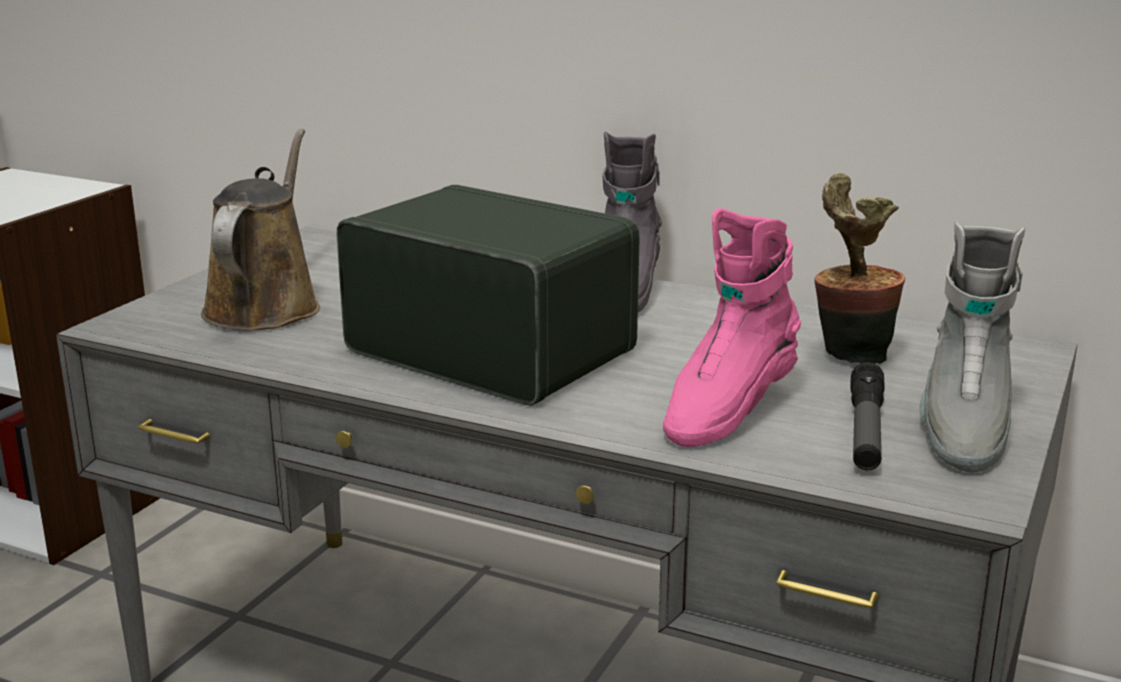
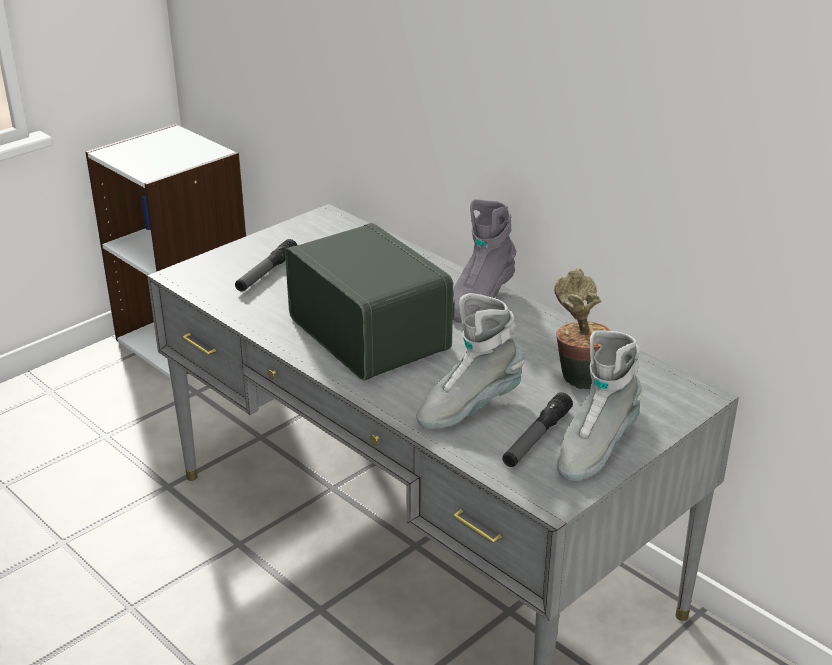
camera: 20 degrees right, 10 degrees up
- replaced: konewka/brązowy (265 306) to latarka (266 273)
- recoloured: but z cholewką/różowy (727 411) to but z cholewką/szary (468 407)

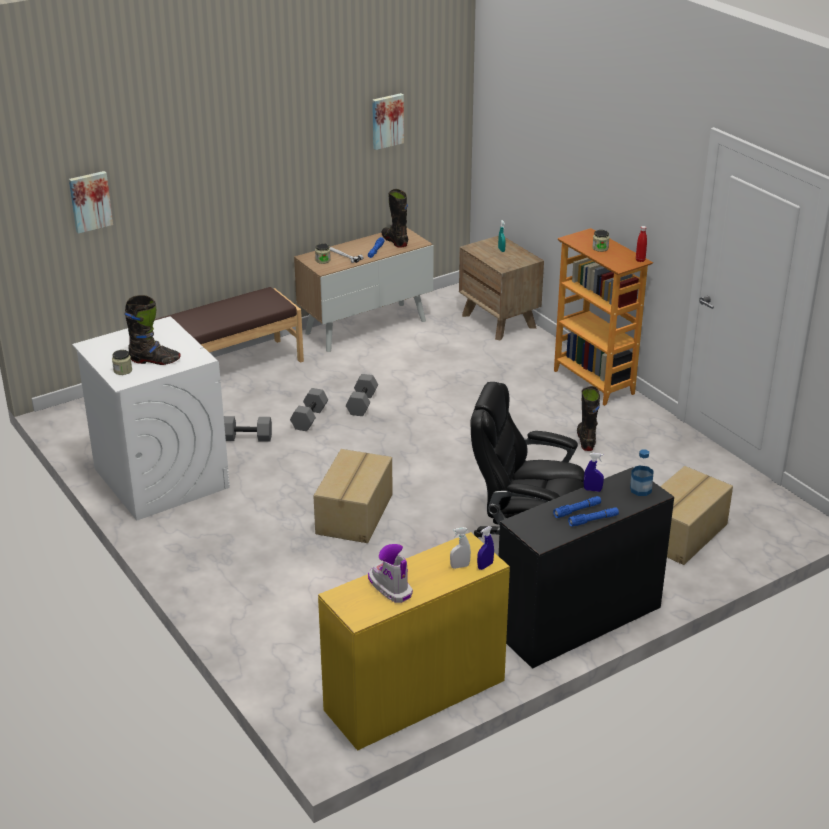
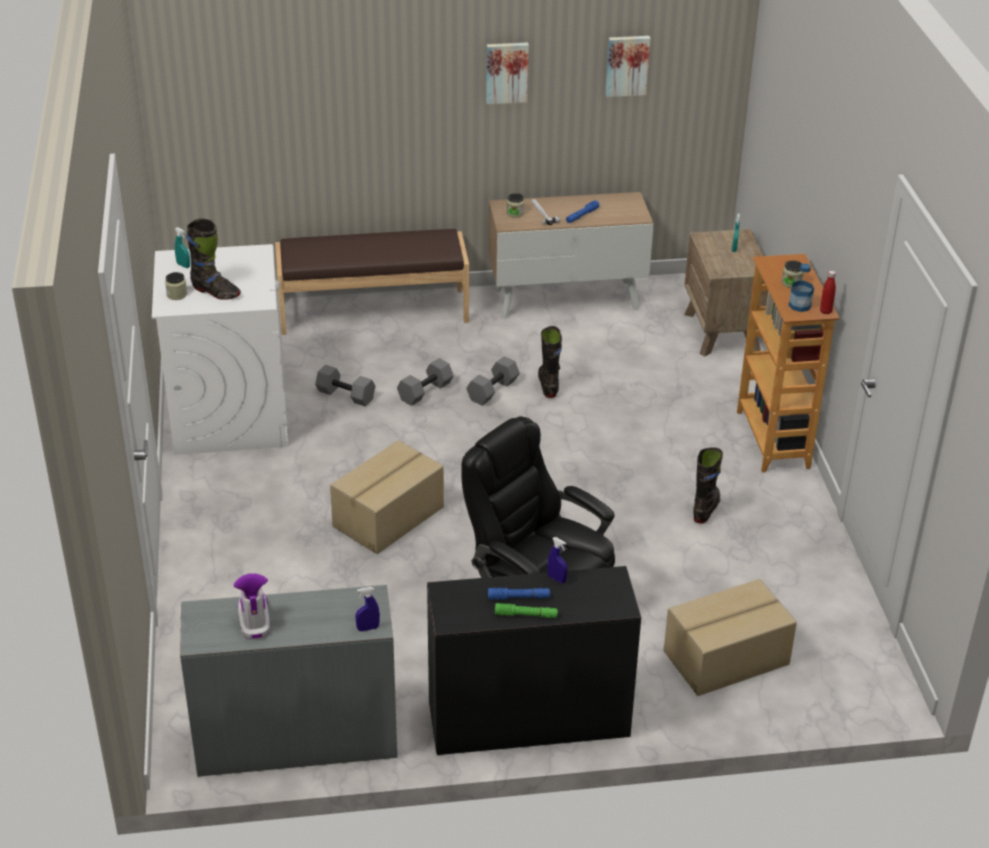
camera: 25 degrees right, 5 degrees up
- moved: obraz (90 201) to (506 72)
- recoloured: biurko/żółty (413 694) to biurko/szary (295 738)
- moved: but z cholewką/czarny (395 241) to (548 385)
- removed: spryskiwacz/biały (460 566)
- recoloured: latarka/niebieski (593 520) to latarka/zielony (526 615)
- moved: butelka (640 489) to (799 305)
- added: spryskiwacz/turkusowy (183 265)

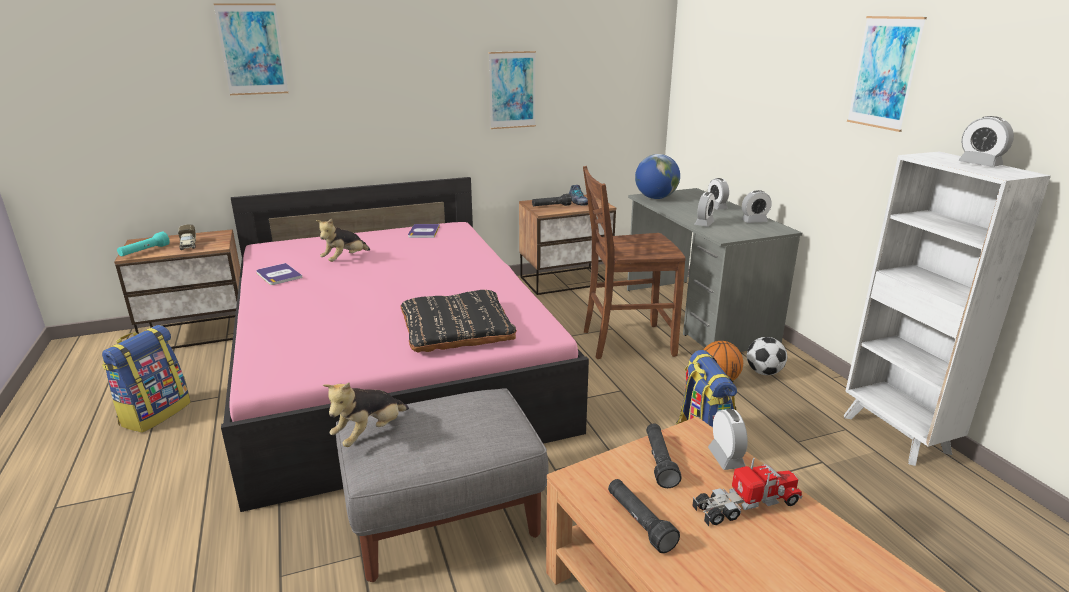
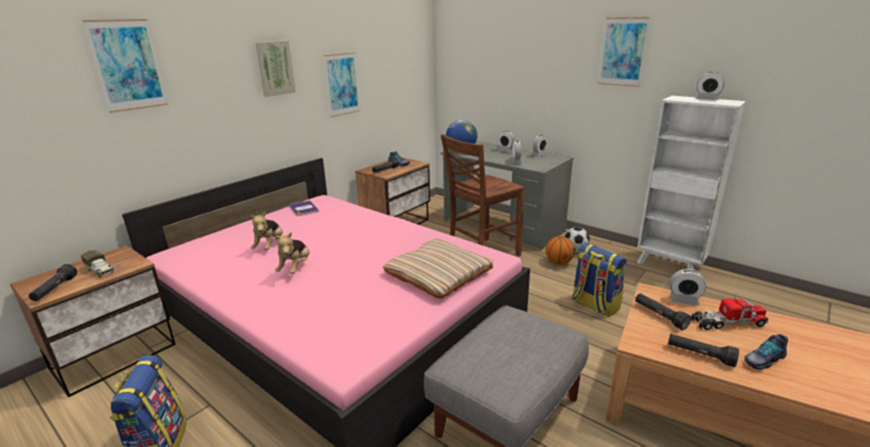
camera: 30 degrees left, 0 degrees up
- recoloured: latarka/turkusowy (144 251) to latarka/czarny (55 289)
- removed: książka (278 275)
- moved: pluszak (370 433) to (295 268)
- recoloured: poduszka/czarny (457 329) to poduszka/beżowy (438 273)
- turned: ciężarówka zabawkowa (746 505) = (727 323) 45 degrees clockwise
- turned: budzik (726 458) = (684 300) 150 degrees clockwise
- added: obraz (274 68)
- added: but (763 359)

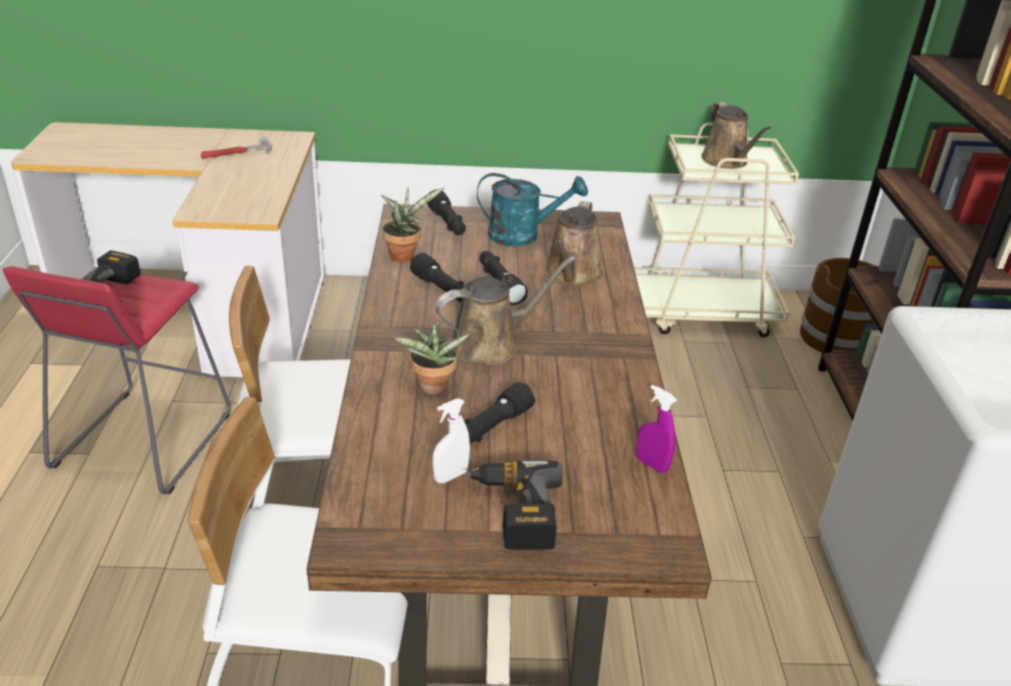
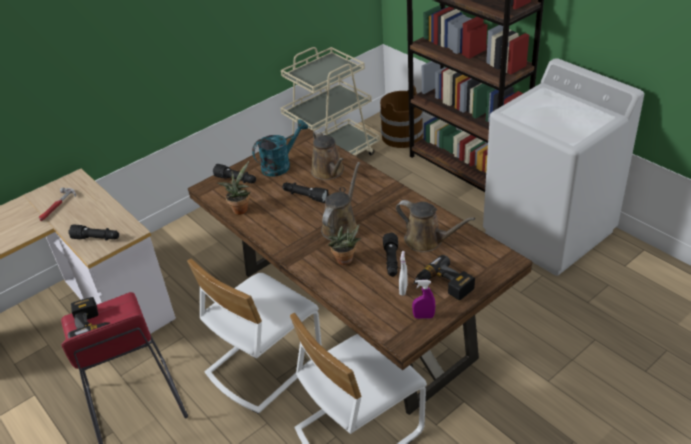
camera: 35 degrees left, 5 degrees up
- moved: latarka/czarny (442 290) to (97 238)
- moved: spryskiwacz/fioletowy (651 465) to (423 316)
- moved: konewka/brązowy (727 161) to (427 241)

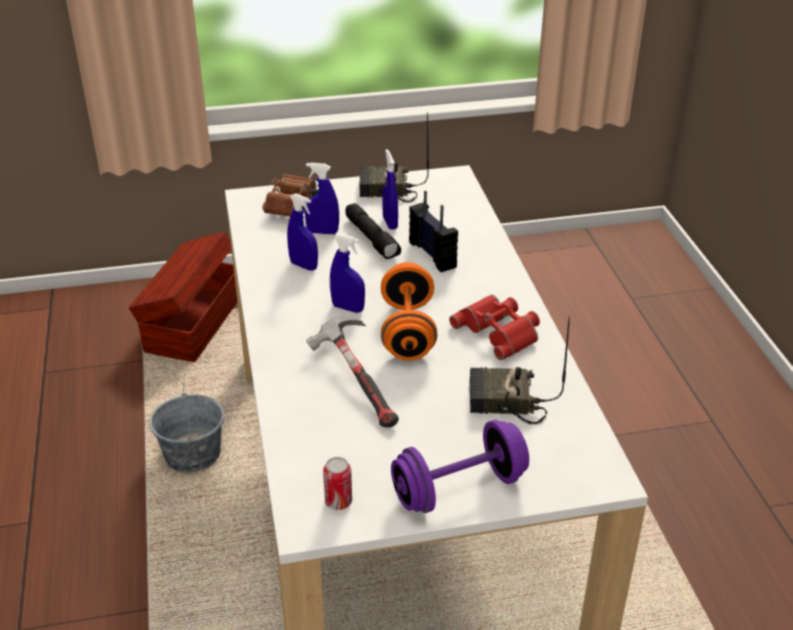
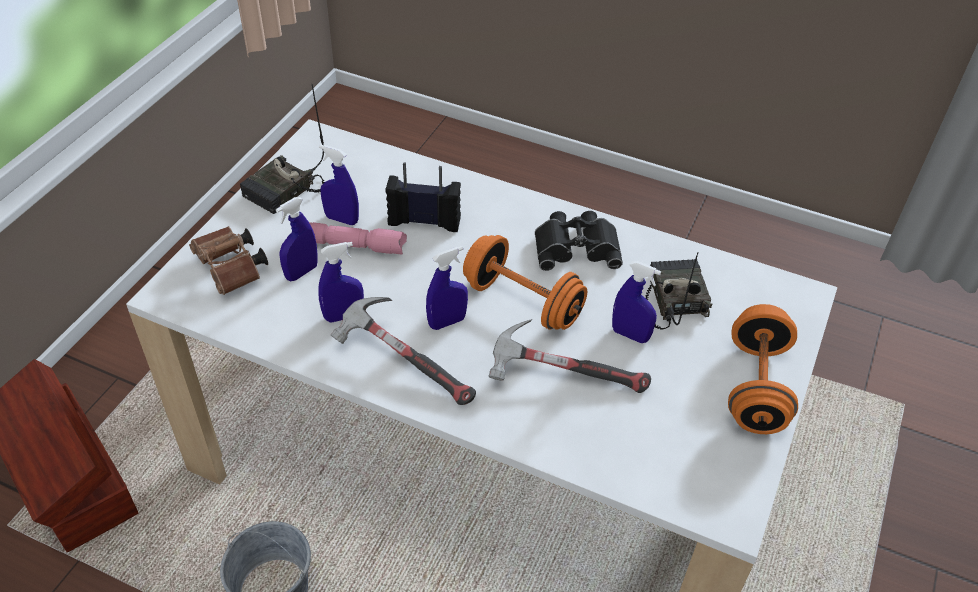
camera: 55 degrees left, 10 degrees up
- removed: puszka (338 502)
- recoloured: latarka/czarny (372 239) to latarka/różowy (354 245)
- recoloured: hantel/fioletowy (459 488) to hantel/pomarańczowy (756 387)
- recoloured: lornetka/czerwony (500 331) to lornetka/czarny (576 246)
- turned: radio (504 403) = (672 299) 135 degrees clockwise
- added: młotek (404 363)
- added: spryskiwacz/niebieski (630 335)

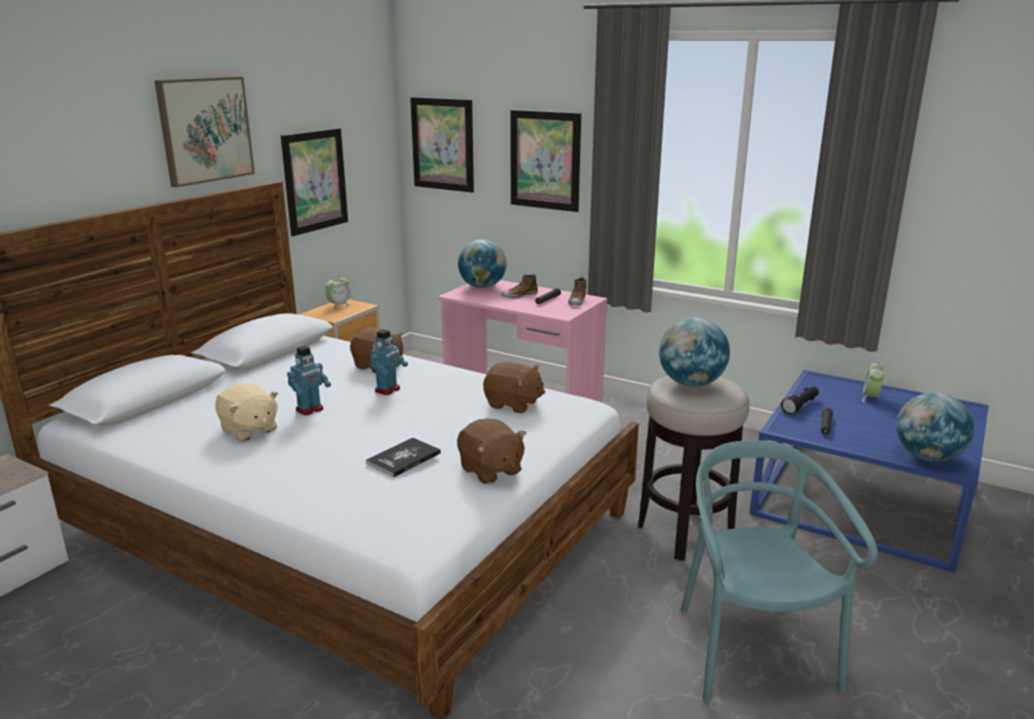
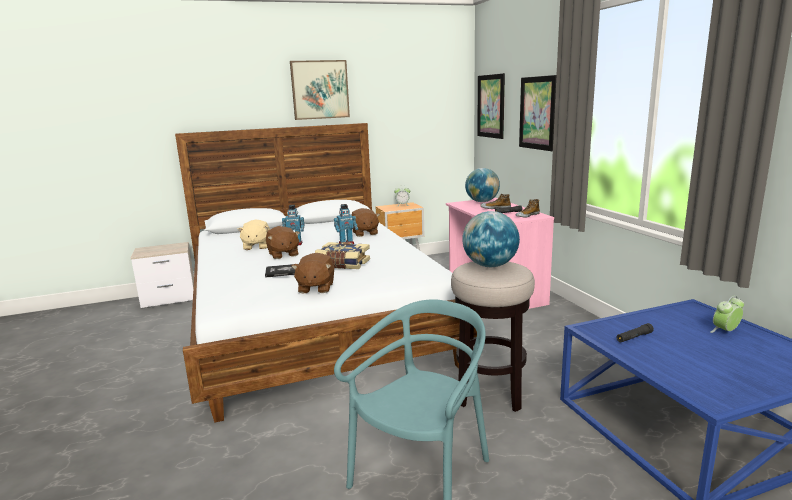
camera: 40 degrees right, 5 degrees down
- removed: obraz (315 181)
- moved: pluszak/brązowy (513 404) to (283 254)
- removed: latarka/czarny (801 405)
- removed: globus (927 457)
- added: książka (342 264)

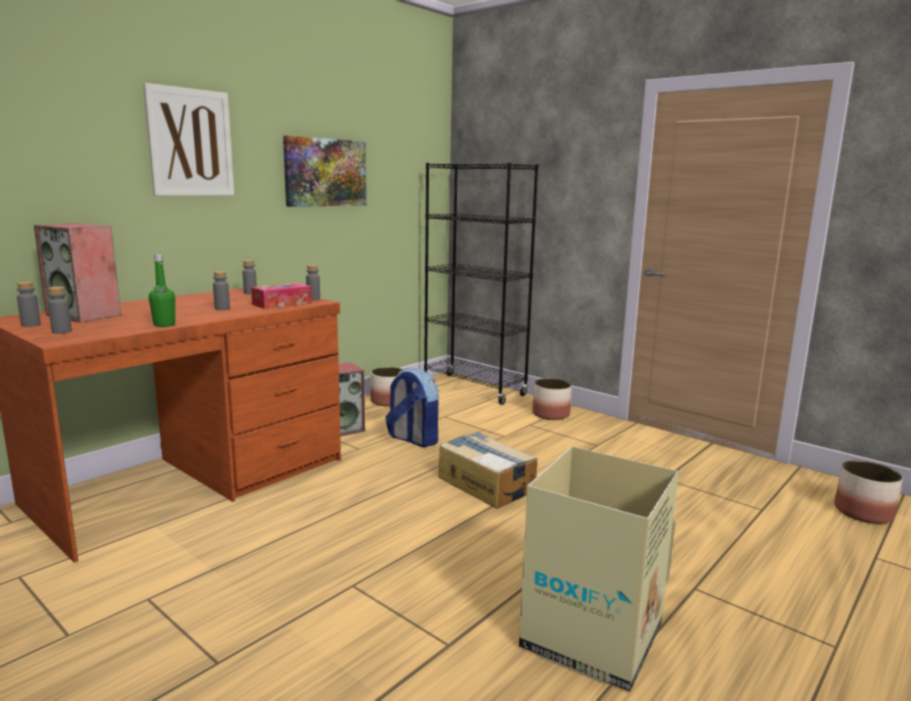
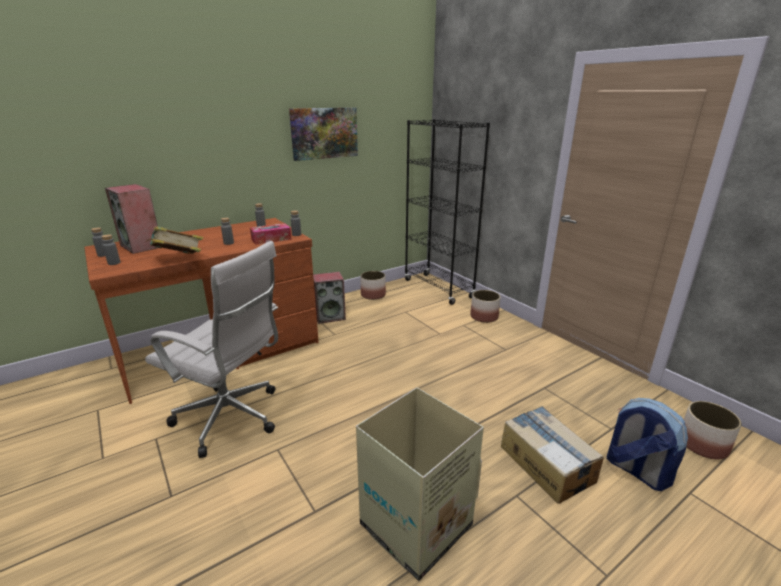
camera: 15 degrees right, 10 degrees up
- removed: obraz (190 143)
- replaced: butelka/zielony (164 325) to książka (178 259)
- moved: plecak (412 439) to (635 470)
- moved: karton (486 484) to (546 463)
- added: krzesło biurowe/biały (232 419)

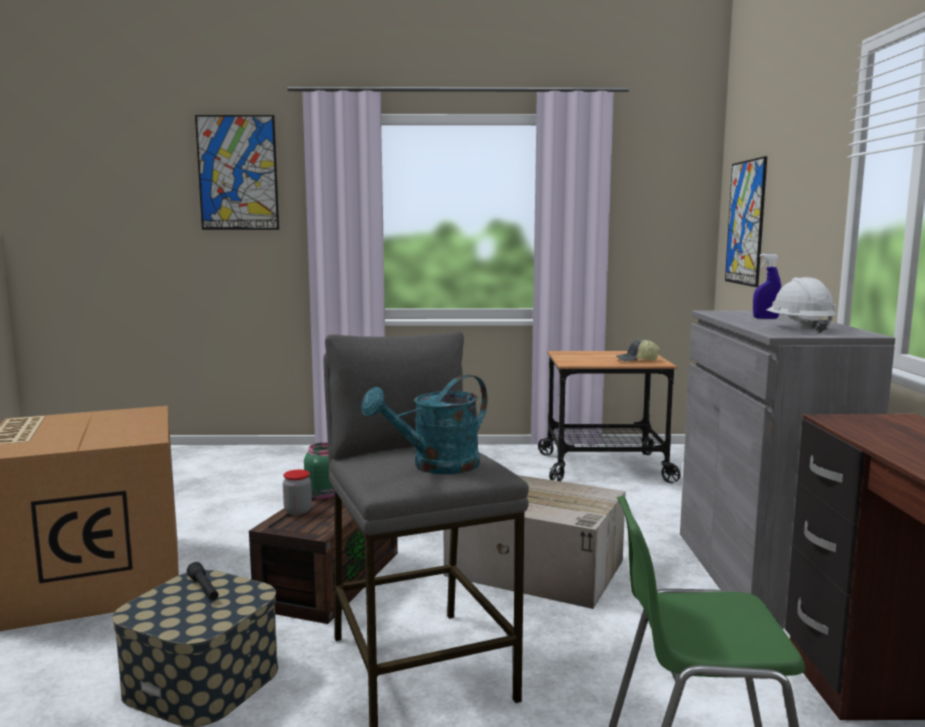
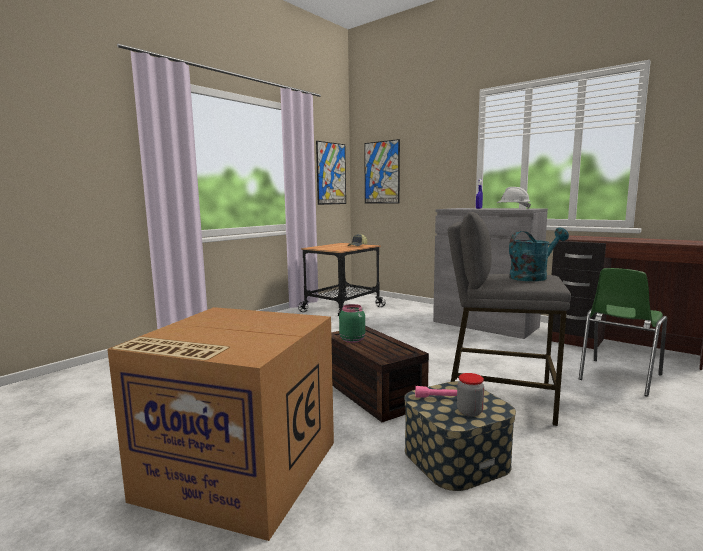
camera: 50 degrees left, 0 degrees up
- recoloured: latarka/czarny (204 589) to latarka/różowy (439 397)
- moved: obraz (238 173) to (331 173)
- moved: słoik (298 511) to (469 412)
- turned: konewka/turkusowy (436 467) = (532 277) 120 degrees counterclockwise
- removed: karton (532 567)

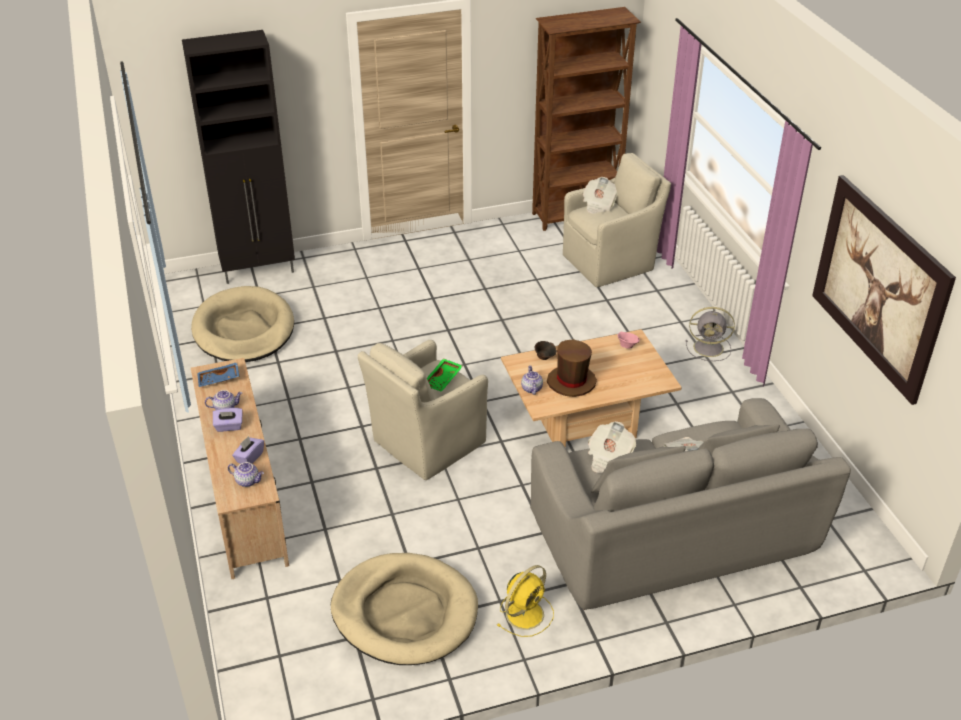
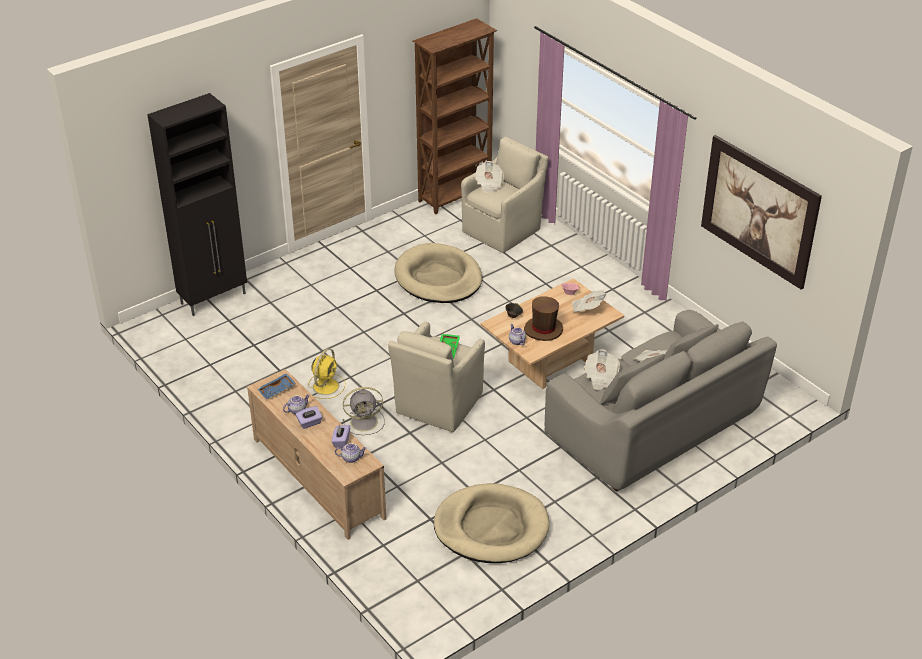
camera: 20 degrees left, 0 degrees up
- moved: legowisko/beżowy (244 330) to (438 278)
- moved: wentylator/żółty (526 613) to (326 385)
- moved: wentylator/szary (709 348) to (365 422)
- added: gazeta (587 308)

